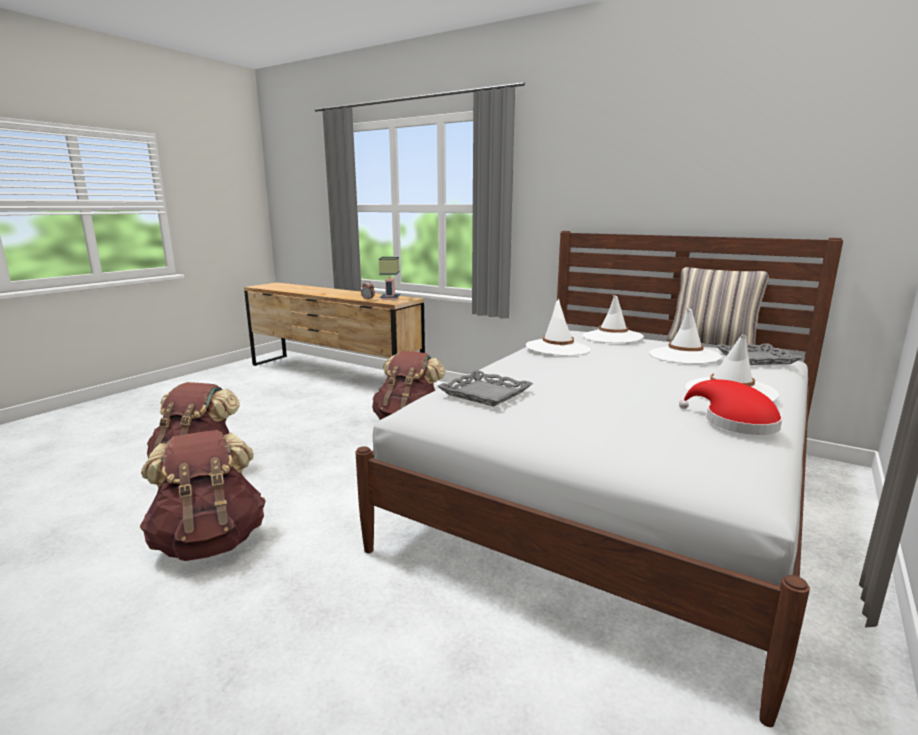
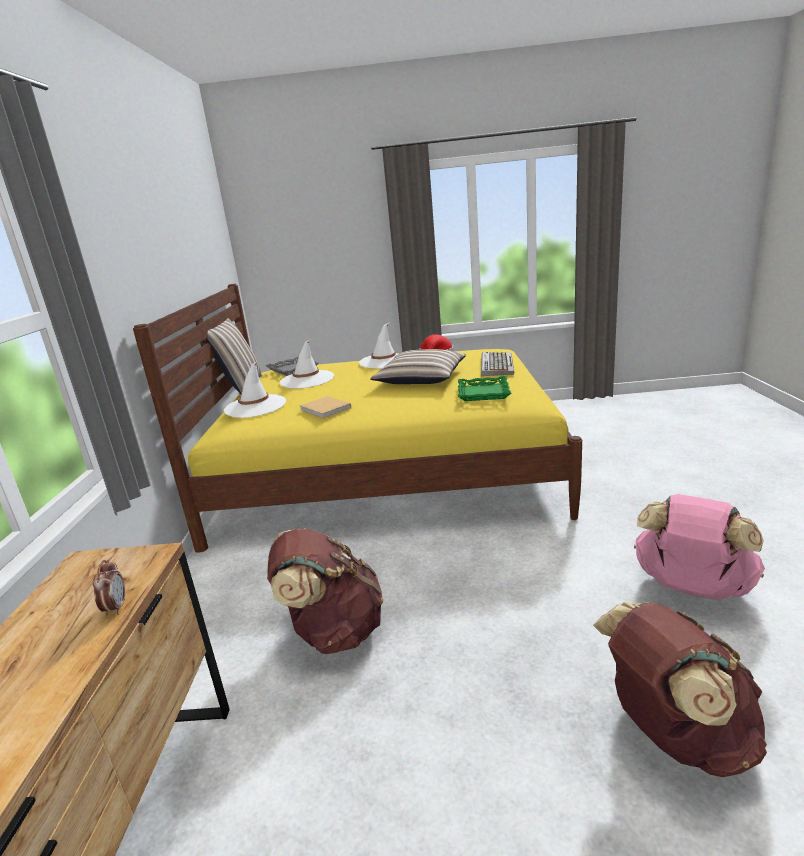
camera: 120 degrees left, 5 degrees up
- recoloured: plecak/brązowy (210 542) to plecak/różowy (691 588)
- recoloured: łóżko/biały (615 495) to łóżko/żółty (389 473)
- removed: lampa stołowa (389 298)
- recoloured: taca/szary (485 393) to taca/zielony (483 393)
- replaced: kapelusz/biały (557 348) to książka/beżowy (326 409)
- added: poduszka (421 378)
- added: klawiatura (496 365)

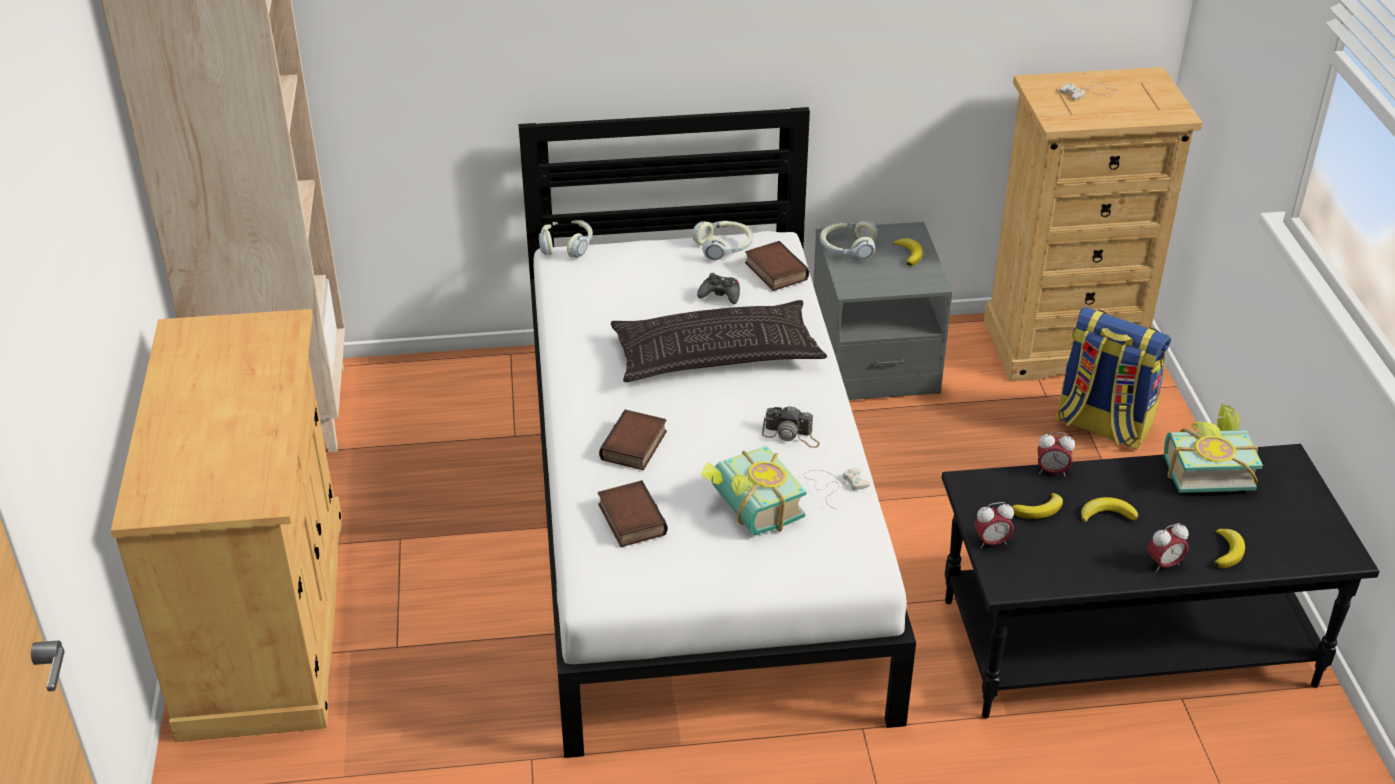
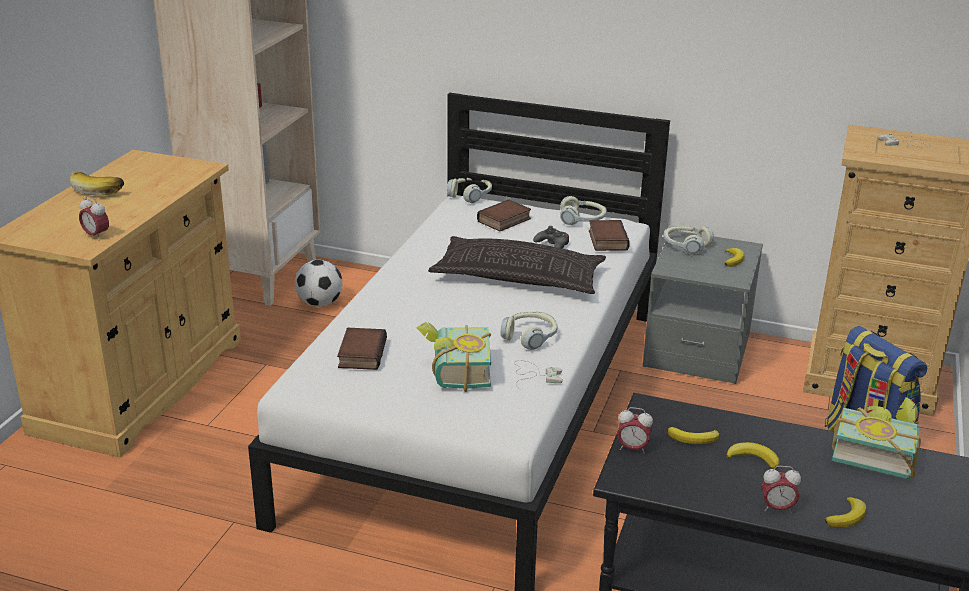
camera: 25 degrees right, 10 degrees down
- moved: książka (635 446) to (504 221)
- replaced: aparat fotograficzny (791 435) to słuchawki (530 337)
- moved: budzik (1052 471) to (96 236)
- added: banan (98 189)
- added: piłka futbolowa (320 303)

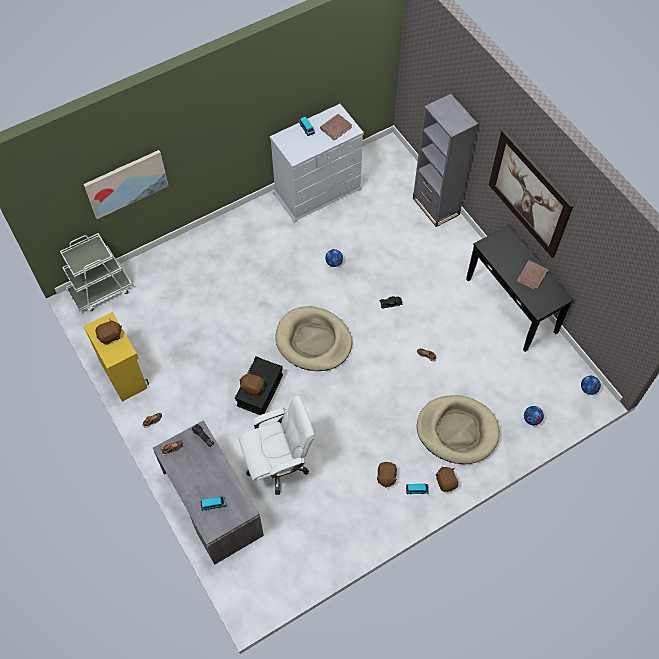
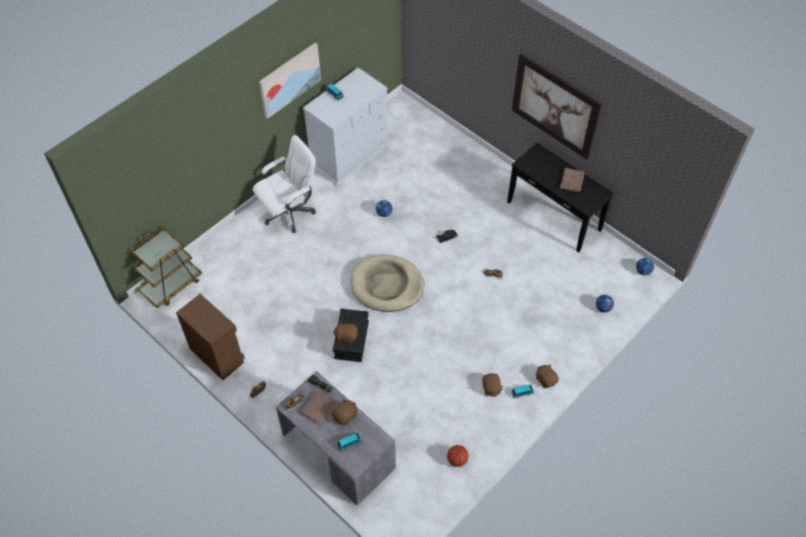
camera: 15 degrees left, 5 degrees down
- recoloured: wózek/biały (101 290) to wózek/brązowy (171 285)
- moved: obraz (126 183) to (289 79)
- recoloured: szafka/żółty (124 374) to szafka/brązowy (217 355)
- moved: pluszak/brązowy (110 336) to (345 416)
- moved: krzesło biurowe/biały (278 464) to (289 212)
- moved: książka/brązowy (335 128) to (318 408)
- removed: regał/szary (436 206)
- removed: legowisko/beżowy (457 431)
- added: piłka do koszykówki (457 460)

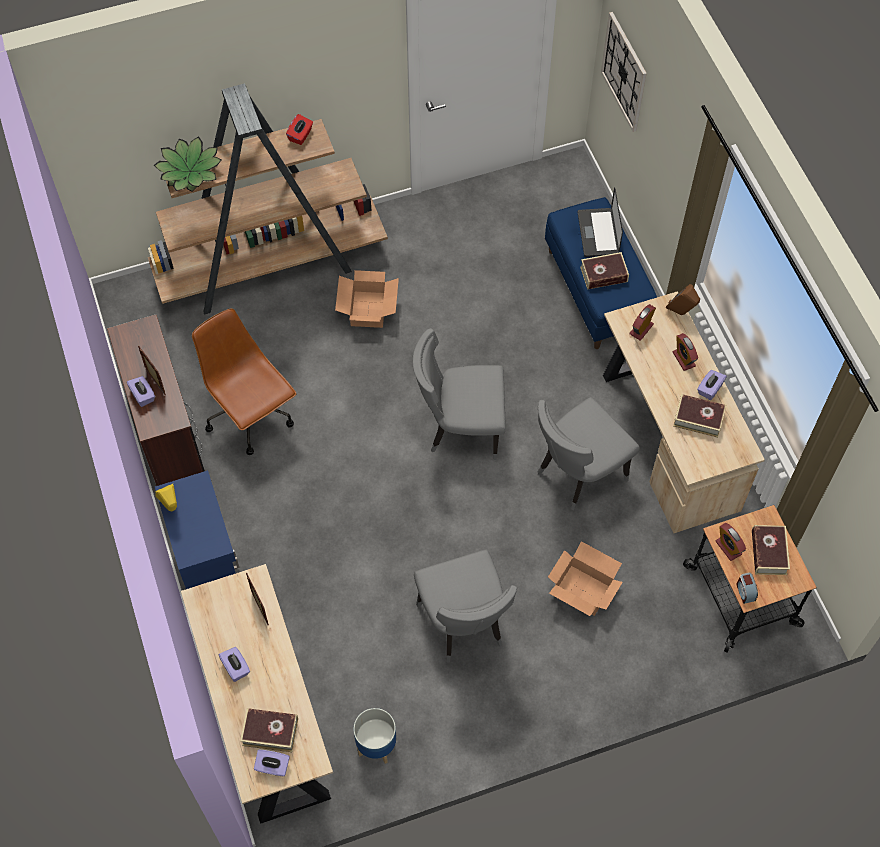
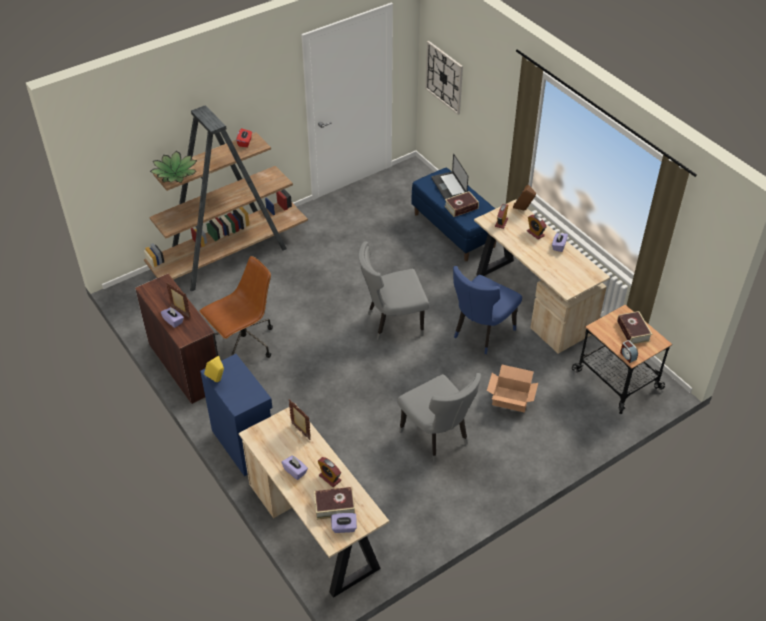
camera: 15 degrees left, 15 degrees down
- turned: krzesło biurowe/brązowy (251 416) = (243 344) 105 degrees clockwise
- removed: karton (369 309)
- removed: donica (375 745)
- recoloured: krzesło/szary (577 474) to krzesło/niebieski (481 333)
- removed: książka (698 419)
- moved: budzik (728 547) to (330 478)

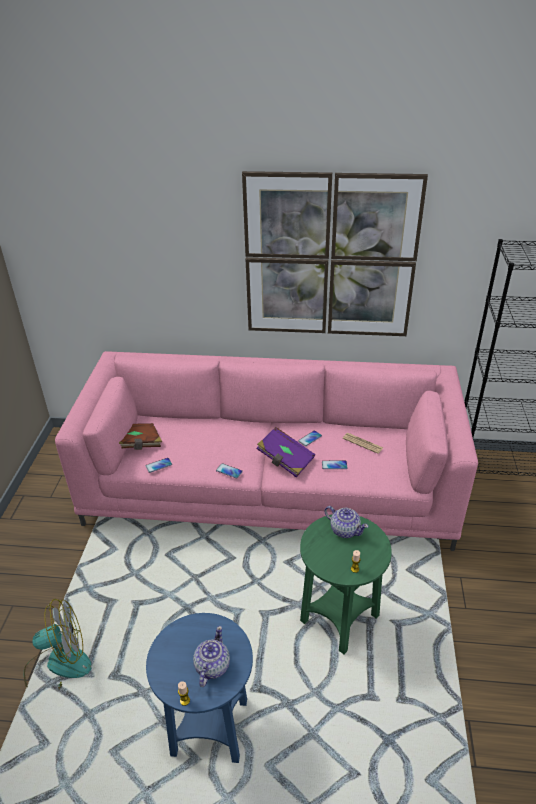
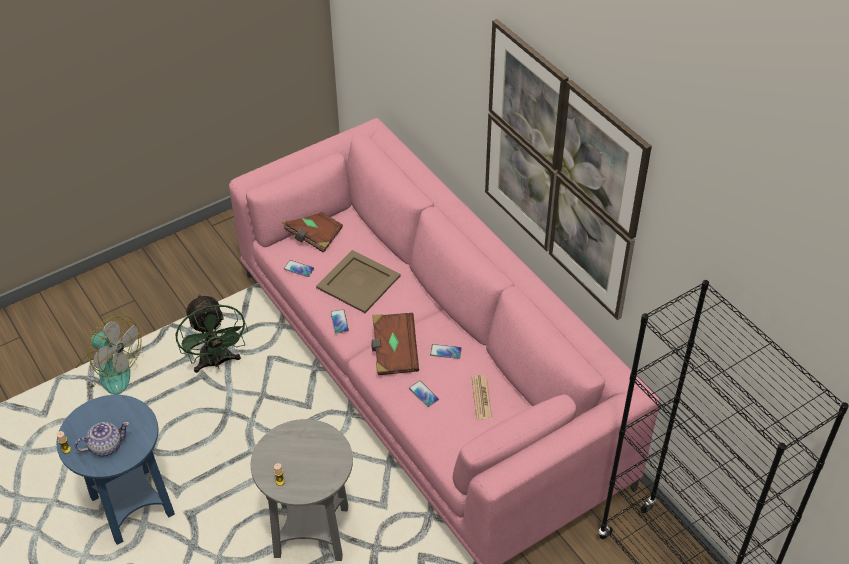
camera: 50 degrees right, 10 degrees up
- recoloured: książka/fioletowy (285 460) to książka/brązowy (394 352)
- recoloured: stolik/zielony (339 618) to stolik/szary (312 531)
- removed: imbryk (344 530)
- added: wentylator/zielony (216 362)
- added: taca/beżowy (357 282)

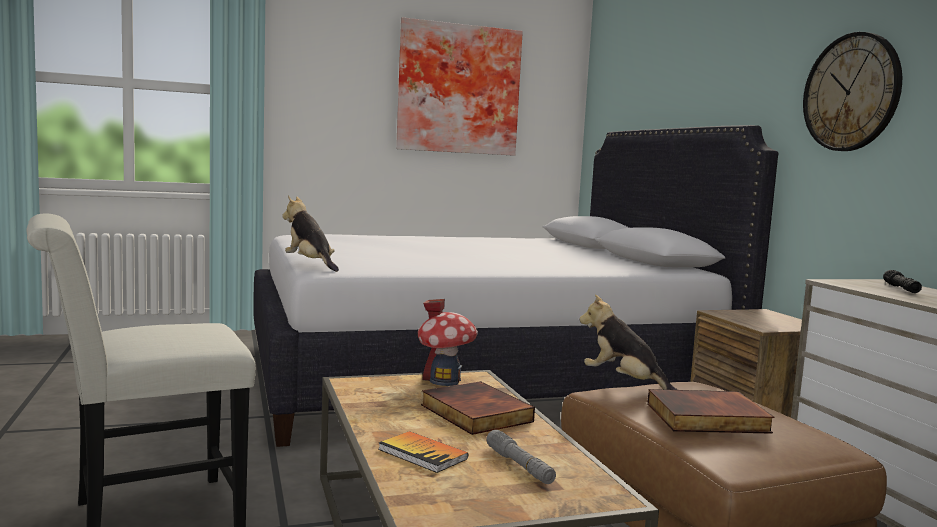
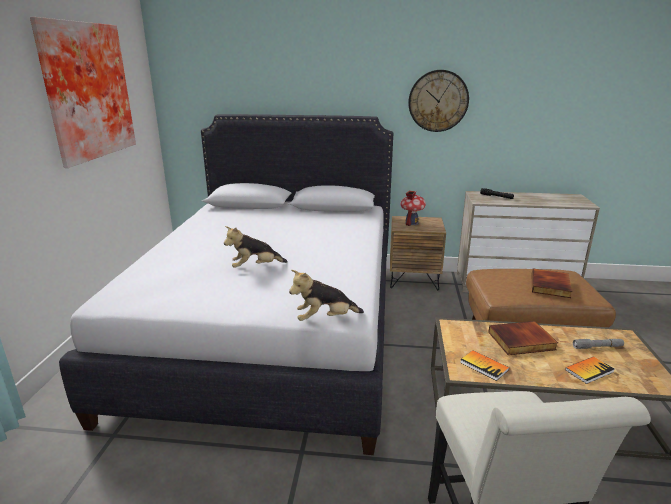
camera: 65 degrees left, 15 degrees up
- moved: domek (445 380) to (411 223)
- moved: pluszak (624 383) to (255 267)
- added: książka (484 366)

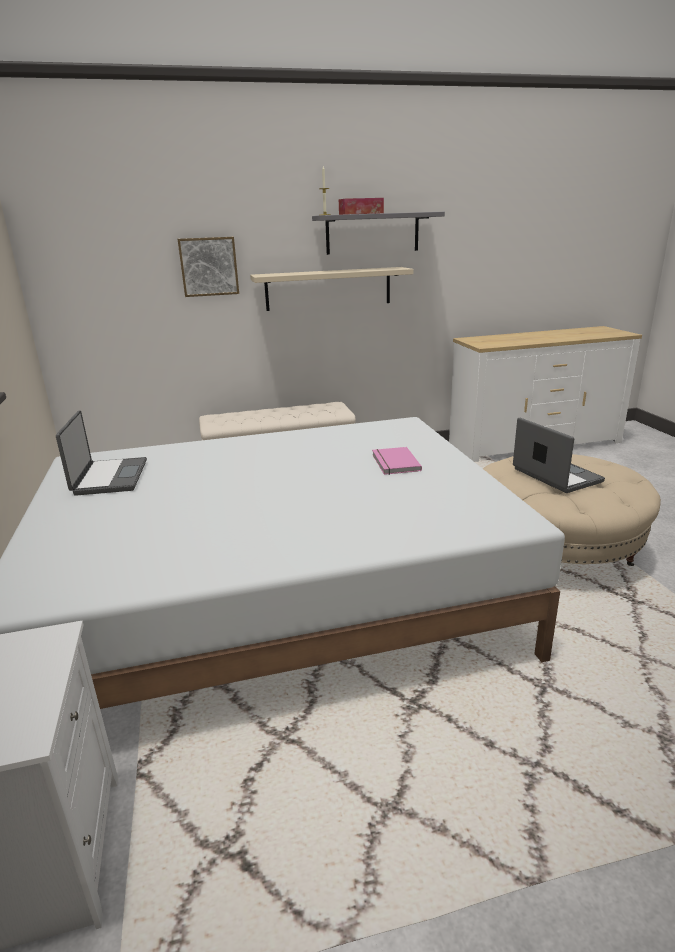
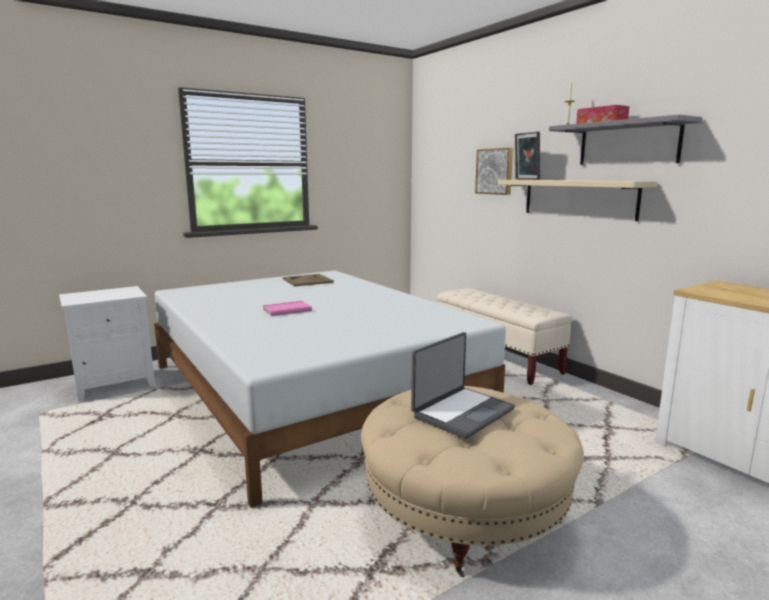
camera: 70 degrees right, 10 degrees down
- replaced: laptop (109 477) to taca/beżowy (307 280)
- moved: książka/różowy (394 463) to (286 310)
- added: ramka na zdjęcie (525 179)

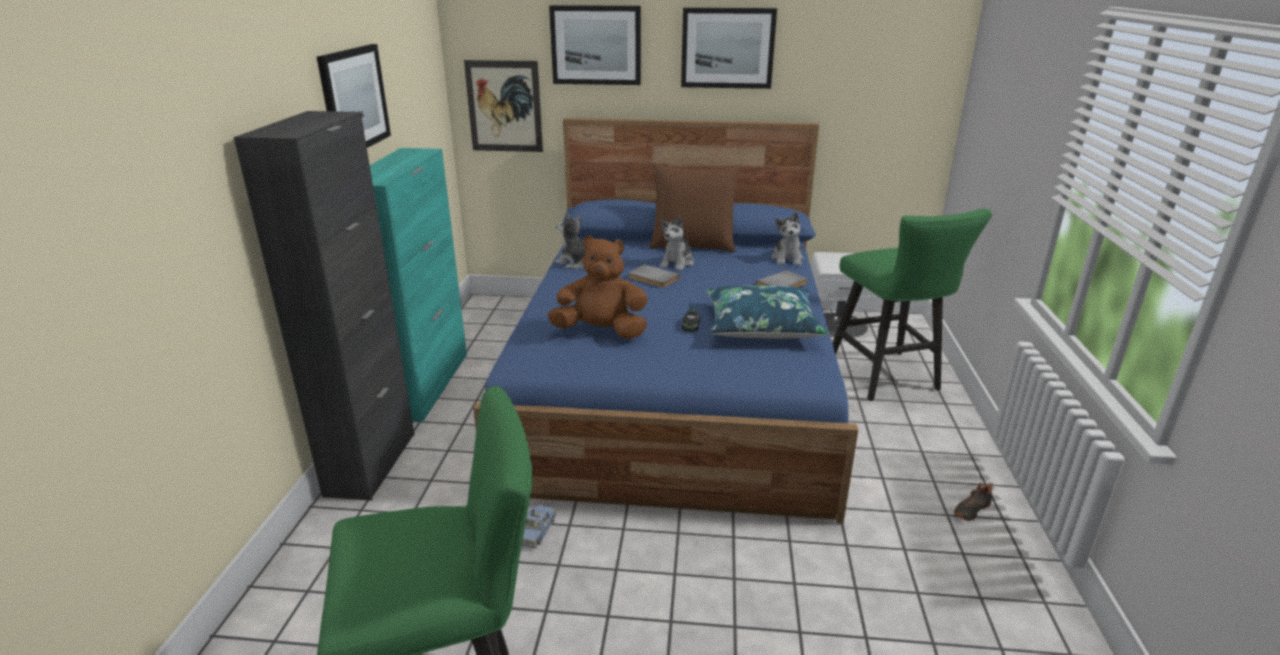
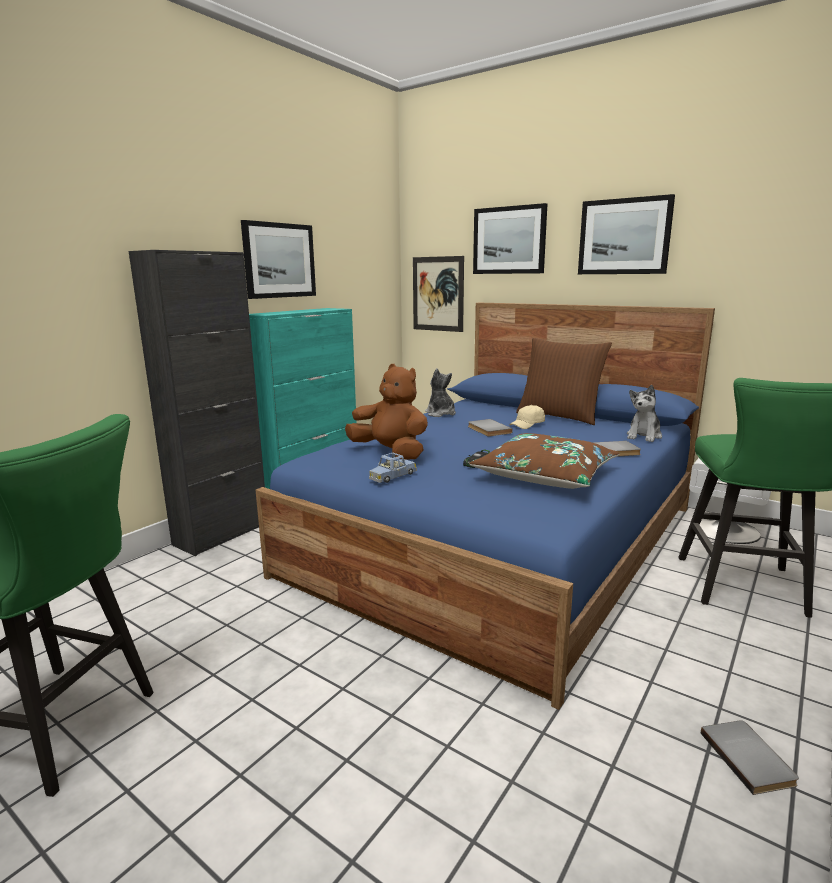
camera: 30 degrees right, 10 degrees down
- moved: samochodzik/niebieski (537 531) to (392 476)
- replaced: pluszak (677 263) to czapka z daszkiem/beżowy (528 425)
- recoloured: poduszka/niebieski (761 326) to poduszka/brązowy (545 475)
- replaced: but/czarny (970 509) to książka/szary (749 758)

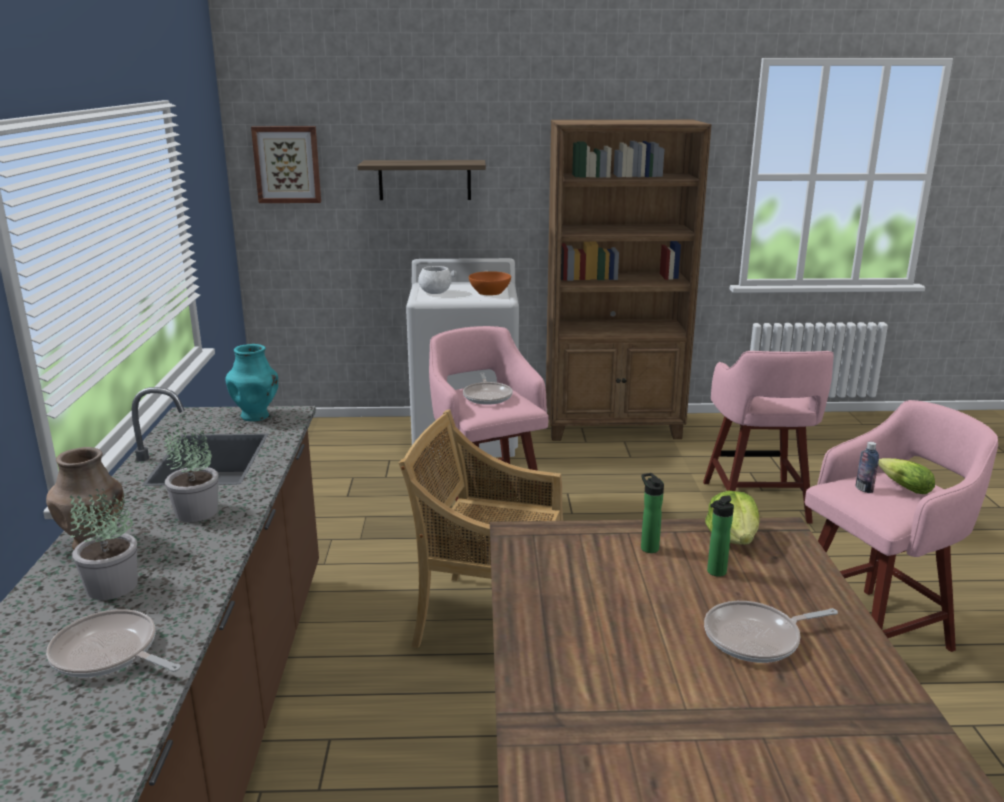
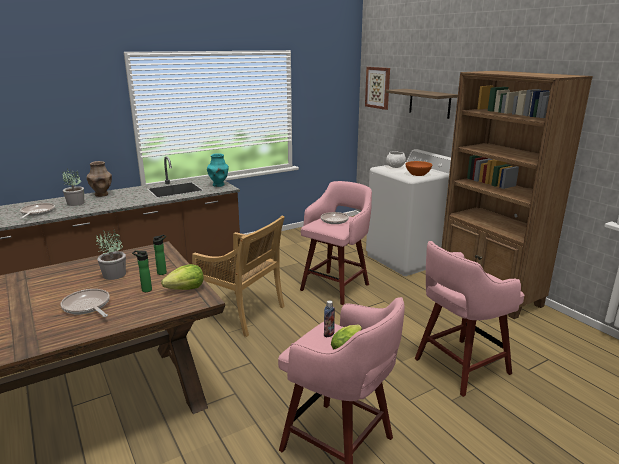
camera: 60 degrees right, 0 degrees up
- moved: roślina doniczkowa (195 512) to (114 274)
- turned: krzesło/beżowy (487 619) = (242 313) 135 degrees clockwise

